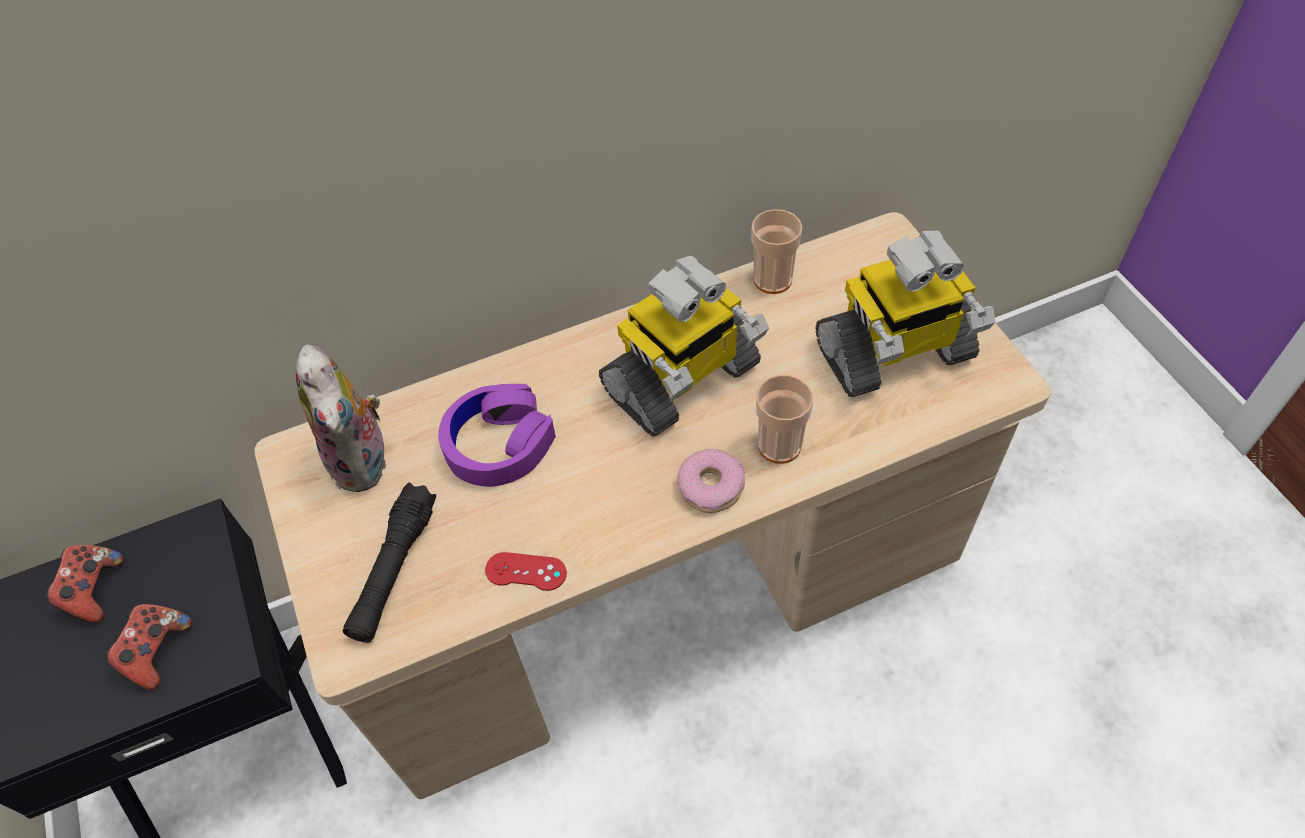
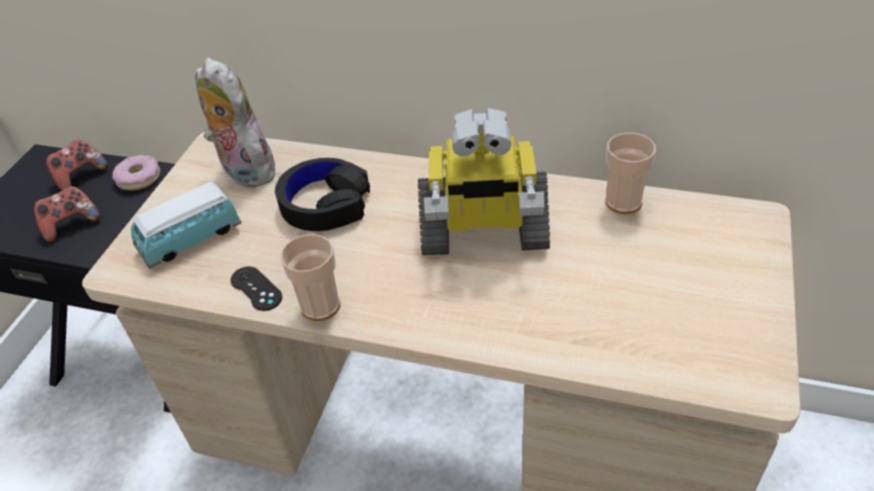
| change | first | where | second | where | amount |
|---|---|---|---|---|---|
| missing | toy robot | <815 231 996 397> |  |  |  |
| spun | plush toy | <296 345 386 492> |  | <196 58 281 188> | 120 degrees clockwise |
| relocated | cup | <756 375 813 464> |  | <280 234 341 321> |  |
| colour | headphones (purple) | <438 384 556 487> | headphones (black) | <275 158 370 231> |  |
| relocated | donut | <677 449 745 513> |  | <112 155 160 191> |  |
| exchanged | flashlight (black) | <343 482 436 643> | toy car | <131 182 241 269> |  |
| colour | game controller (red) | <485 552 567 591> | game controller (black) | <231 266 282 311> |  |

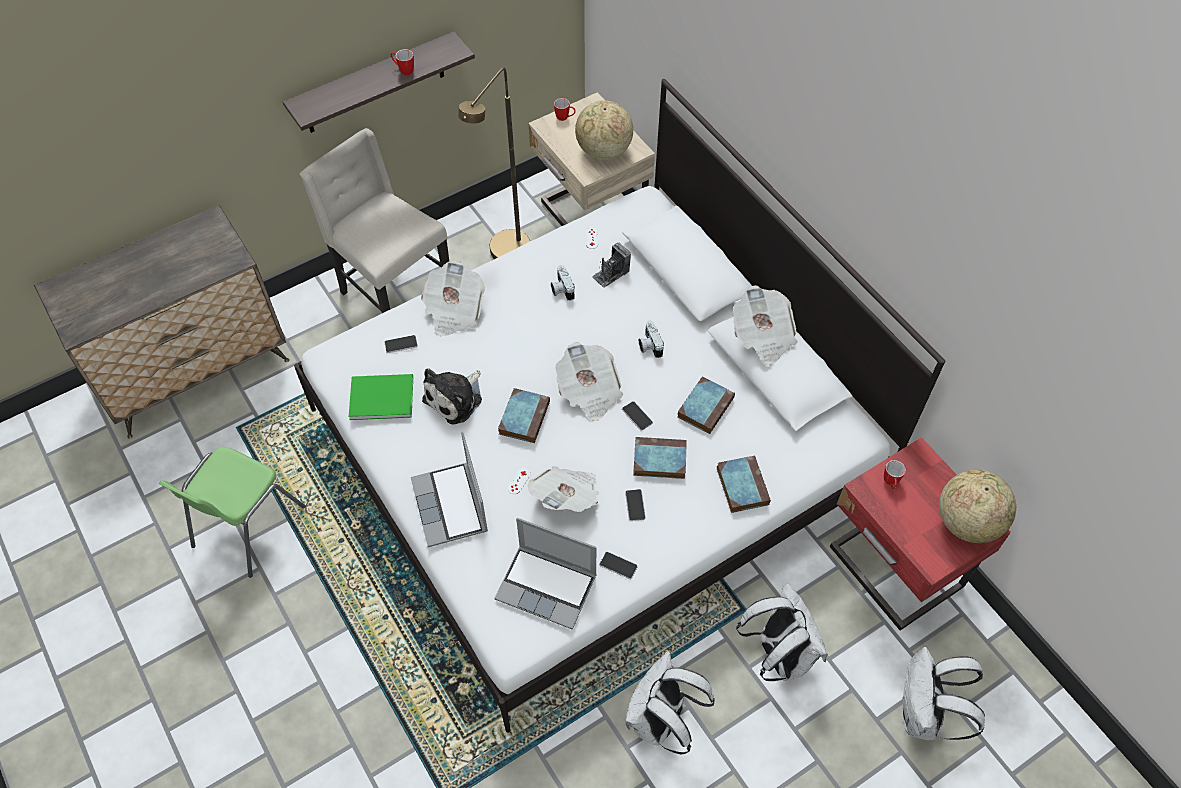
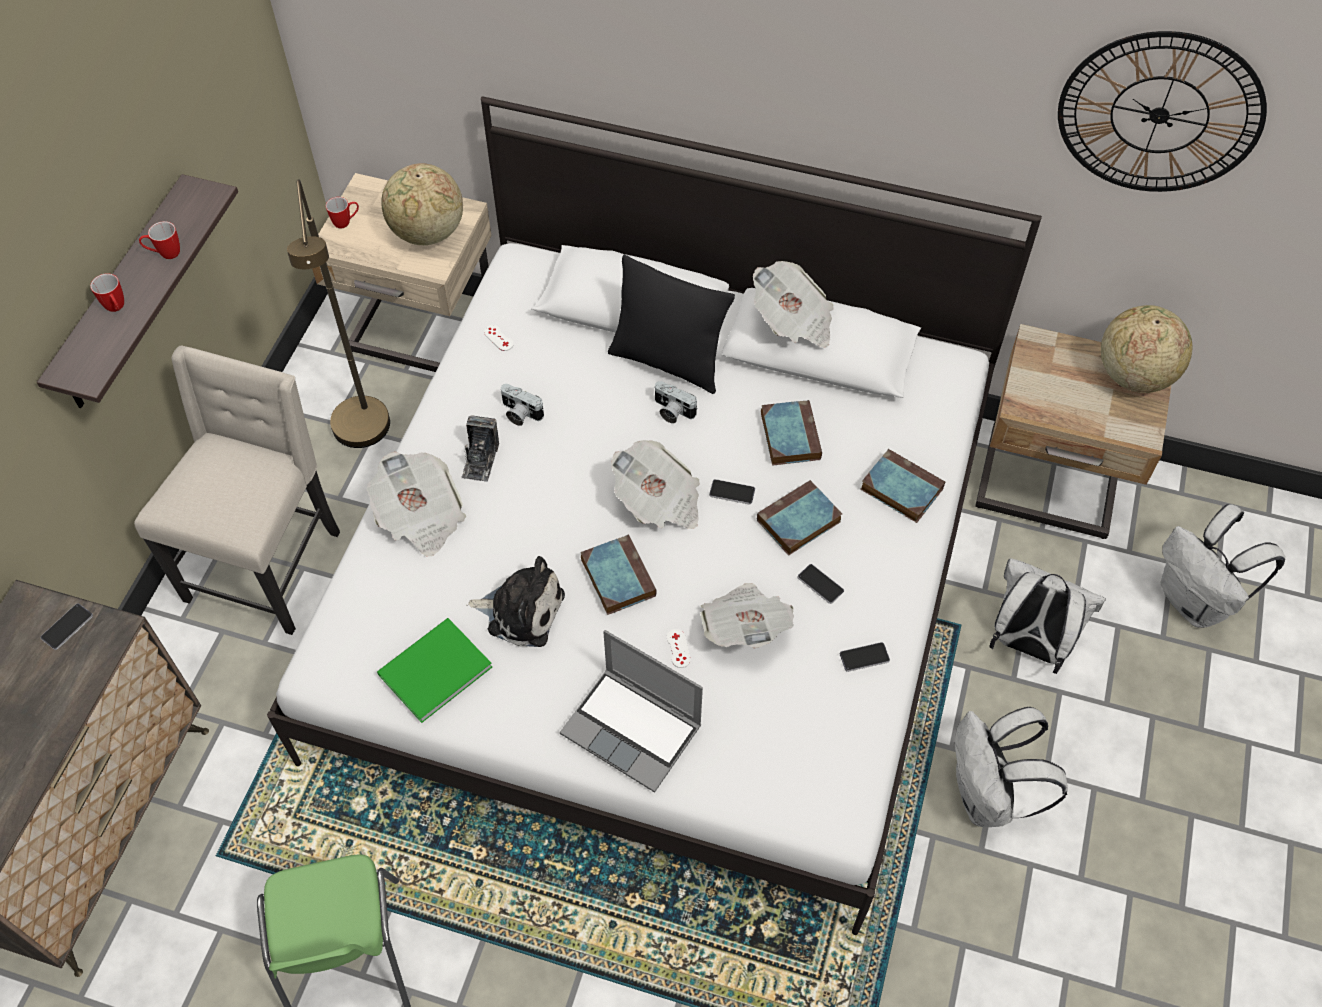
| change | first | where | second | where | amount |
|---|---|---|---|---|---|
| spun | chair (beige) | <300 128 449 313> |  | <134 345 340 635> | 105 degrees clockwise |
| relocated | photo camera | <592 243 631 288> |  | <461 415 499 482> |  |
| relocated | phone | <385 335 418 353> |  | <41 604 93 650> |  |
| spun | plush toy | <422 368 482 425> |  | <467 556 565 647> | 75 degrees counterclockwise |
| colour | nightstand (red) | <830 437 1011 631> | nightstand (beige) | <975 324 1171 539> |  |
| relocated | mug | <884 460 906 489> |  | <90 273 124 312> |  |
| missing | laptop | <494 518 597 630> |  |  |  |
| appeared |  |  | wall clock | <1058 31 1267 192> |  |
| appeared |  |  | pillow (black) | <608 255 735 394> |  |

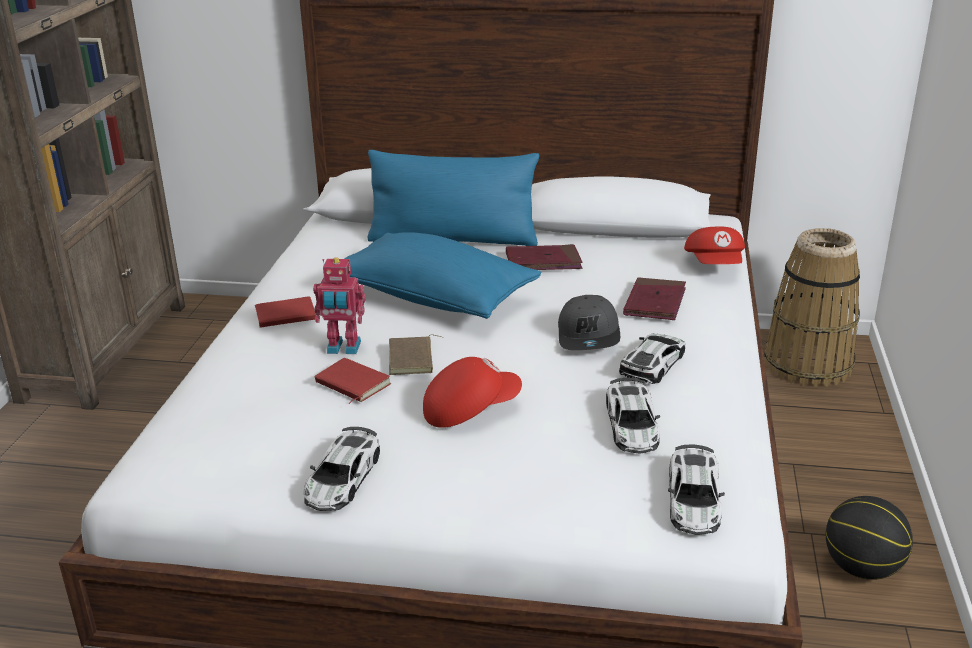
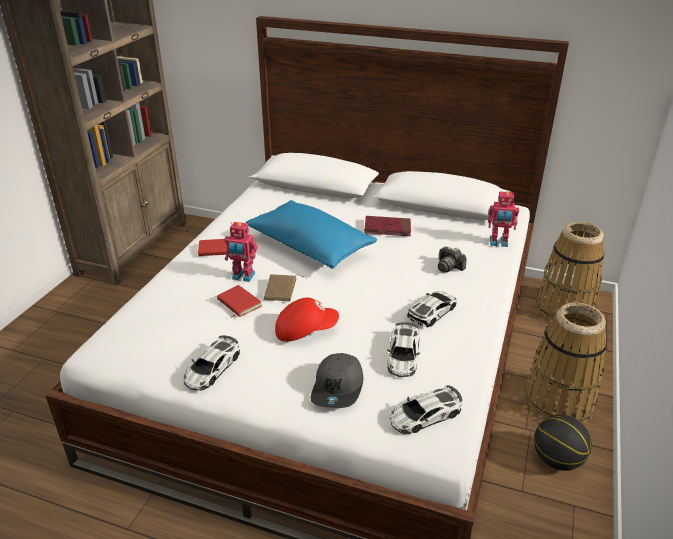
| change | first | where | second | where | amount |
|---|---|---|---|---|---|
| missing | pillow (blue) | <367 150 539 246> |  |  |  |
| exchanged | cap (red) | <684 226 745 264> | toy robot | <488 191 519 247> |  |
| exchanged | book (red) | <623 277 686 320> | photo camera | <438 246 467 273> |  |
| relocated | cap (grey) | <558 295 620 350> |  | <310 353 363 408> |  |
| spun | toy car | <668 444 725 535> |  | <390 385 462 434> | 45 degrees clockwise |
| appeared |  |  | basket | <524 302 607 424> |  |

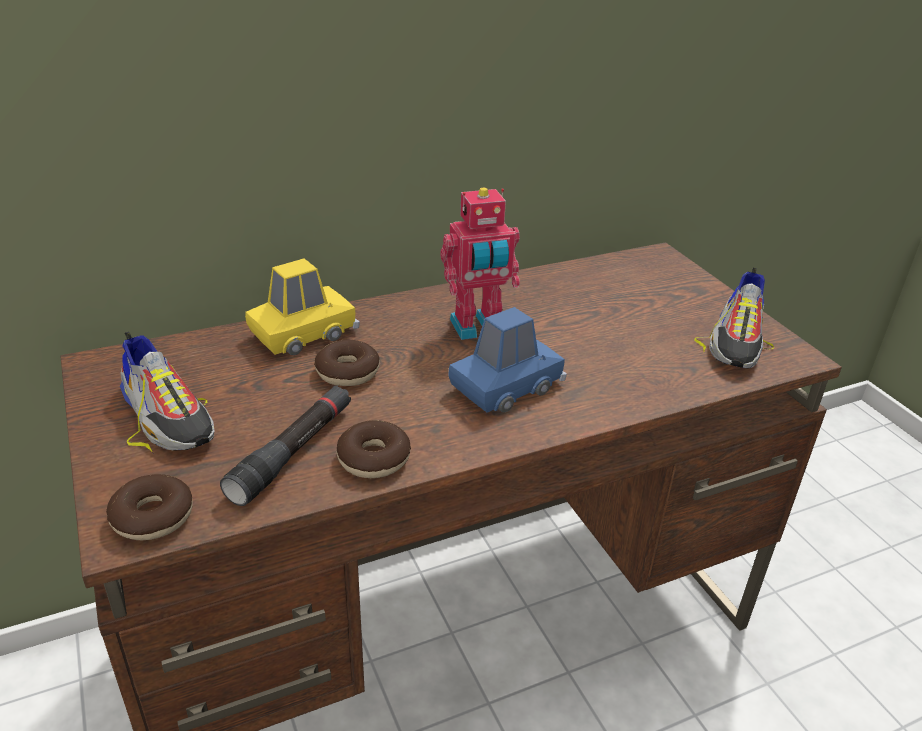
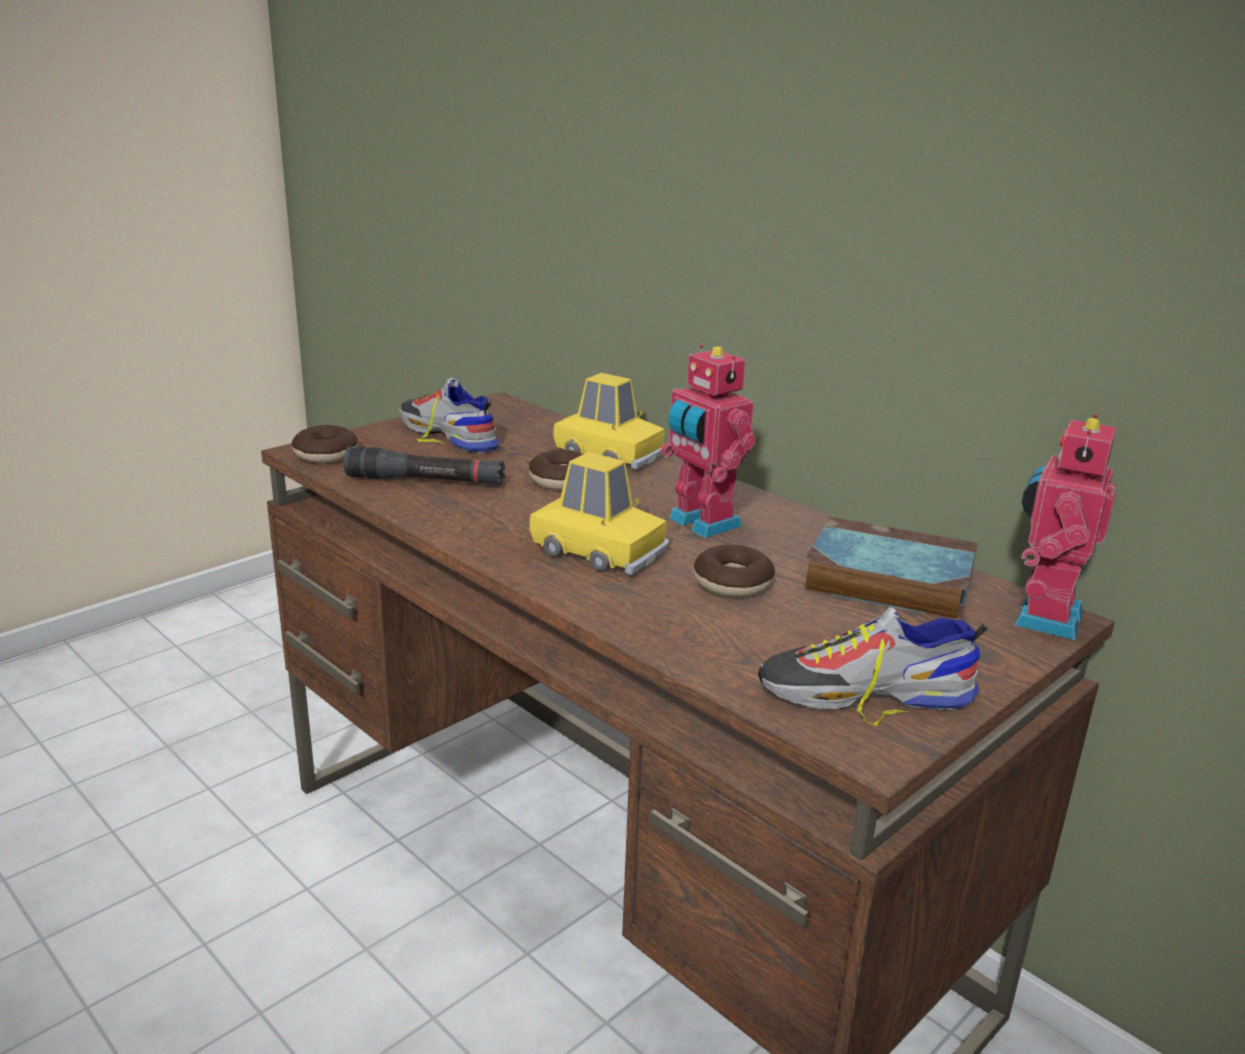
| change | first | where | second | where | amount |
|---|---|---|---|---|---|
| colour | toy car (blue) | <449 307 567 413> | toy car (yellow) | <530 452 669 575> |  |
| spun | shoe | <120 331 214 451> |  | <399 378 500 453> | 105 degrees clockwise |
| relocated | donut | <337 420 411 478> |  | <693 545 775 597> |  |
| appeared |  |  | toy robot | <1015 414 1116 640> |  |
| appeared |  |  | book | <802 517 977 620> |  |

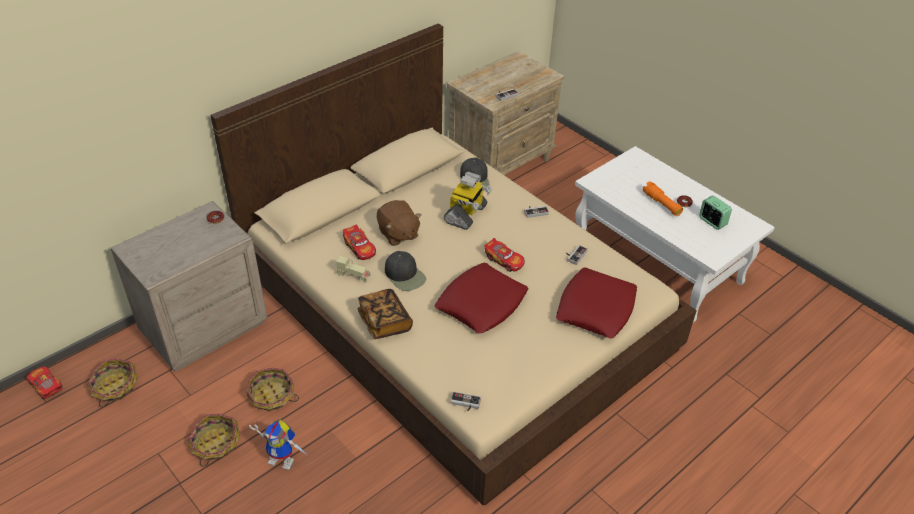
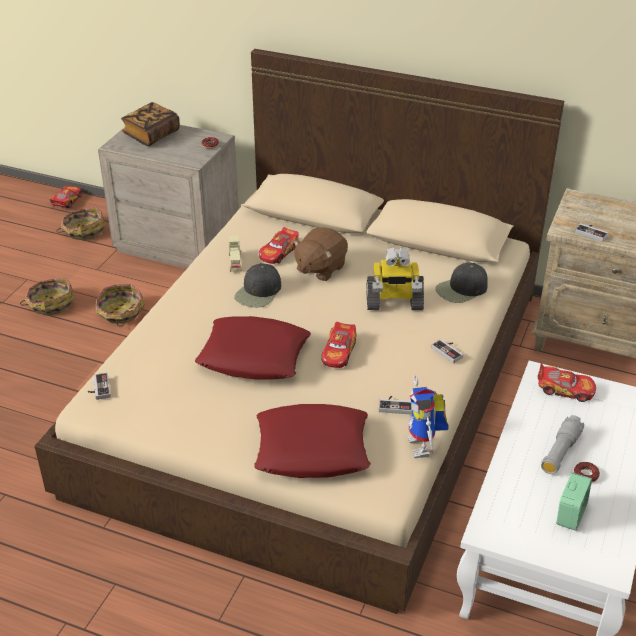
| change | first | where | second | where | amount |
|---|---|---|---|---|---|
| colour | flashlight (orange) | <643 181 683 216> | flashlight (grey) | <541 415 584 474> |  |
| relocated | book | <357 289 413 339> |  | <121 102 180 146> |  |
| relocated | toy robot | <249 419 307 470> |  | <408 375 449 458> |  |
| appeared |  |  | toy car | <537 364 596 402> |  |

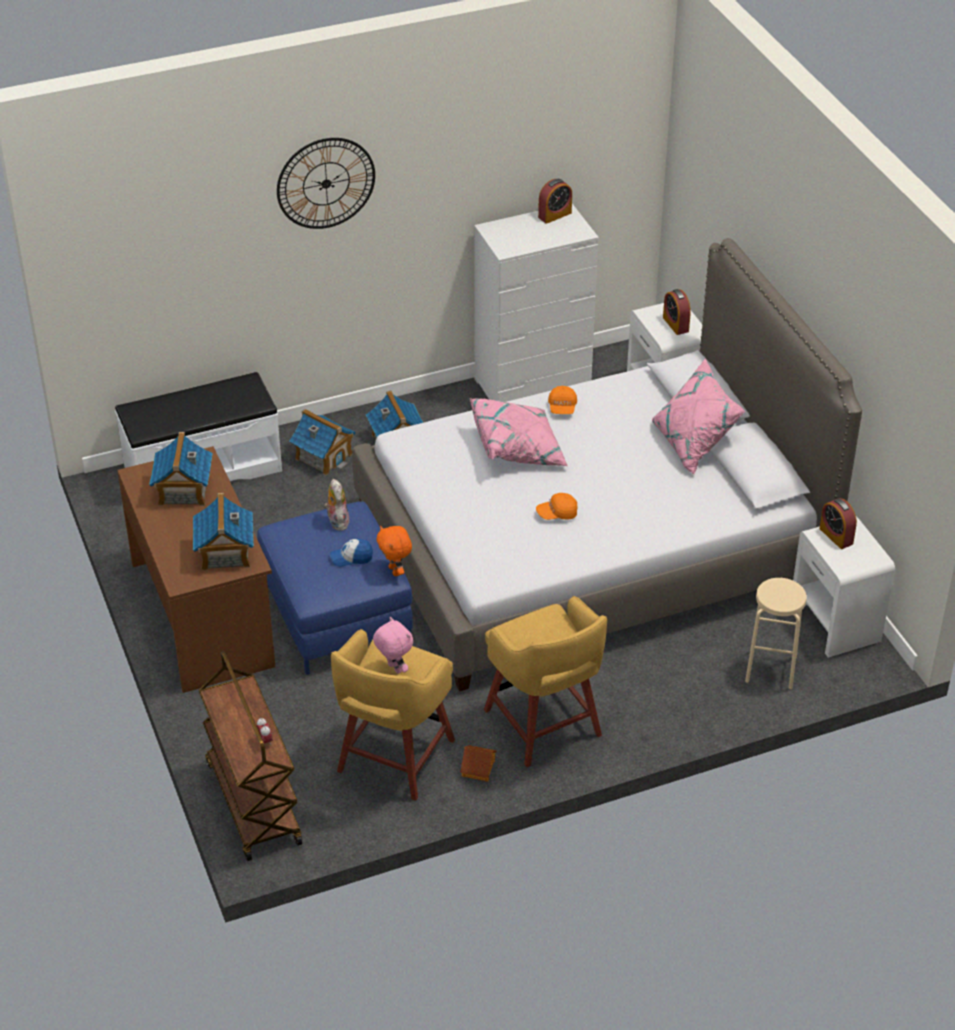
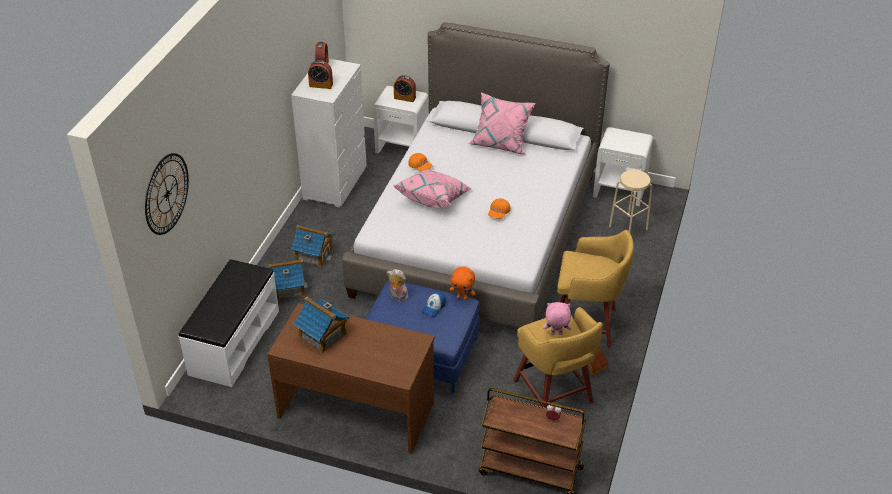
| change | first | where | second | where | amount |
|---|---|---|---|---|---|
| relocated | wall clock | <277 138 375 229> |  | <145 153 189 235> |  |
| missing | toy house | <193 493 254 570> |  |  |  |
| relocated | alarm clock | <819 498 857 549> |  | <308 60 333 89> |  |

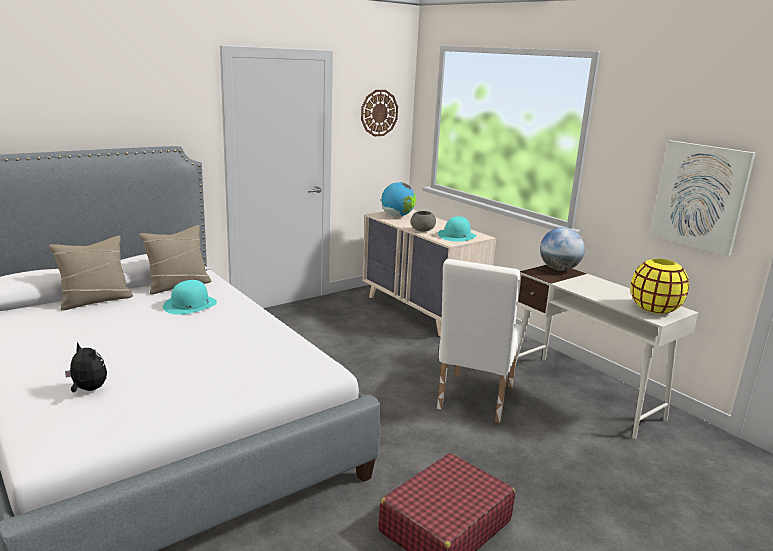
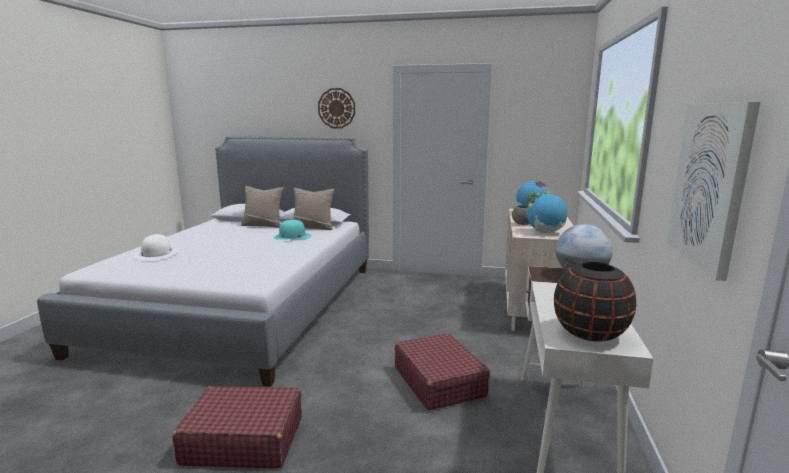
| change | first | where | second | where | amount |
|---|---|---|---|---|---|
| relocated | wall clock | <361 90 398 136> |  | <318 88 355 128> |  |
| exchanged | hat (turquoise) | <438 216 477 242> | globe | <526 193 568 233> |  |
| exchanged | chair (white) | <436 259 522 423> | suitcase (red) | <395 333 490 410> |  |
| colour | vase (yellow) | <631 259 689 314> | vase (black) | <554 262 636 342> |  |
| exchanged | plush toy | <65 342 107 392> | hat (white) | <134 234 179 261> |  |

